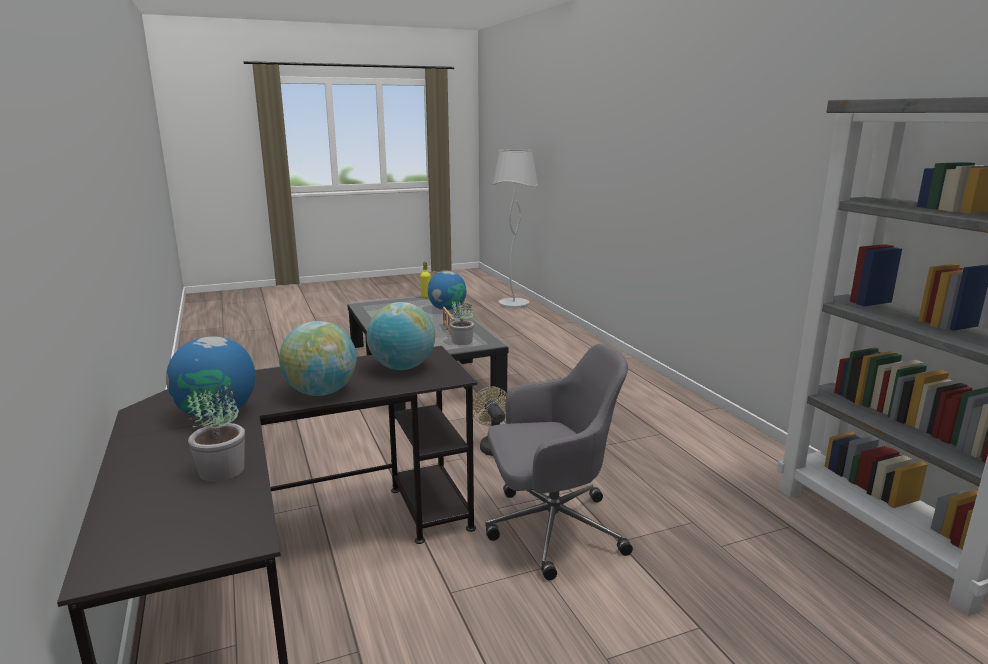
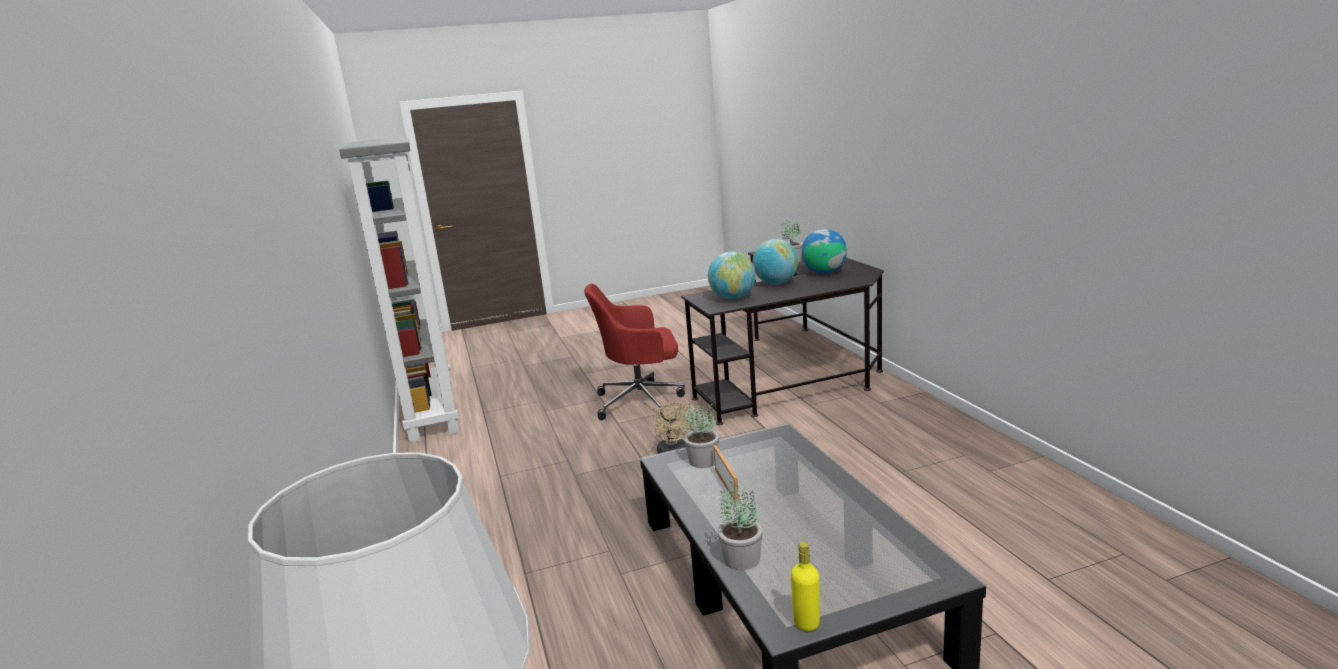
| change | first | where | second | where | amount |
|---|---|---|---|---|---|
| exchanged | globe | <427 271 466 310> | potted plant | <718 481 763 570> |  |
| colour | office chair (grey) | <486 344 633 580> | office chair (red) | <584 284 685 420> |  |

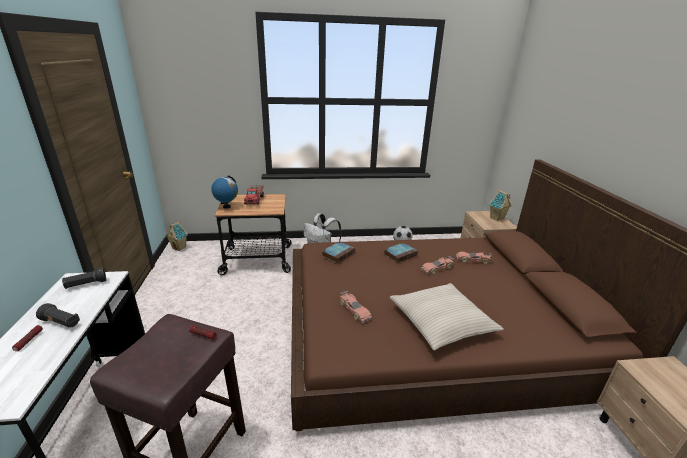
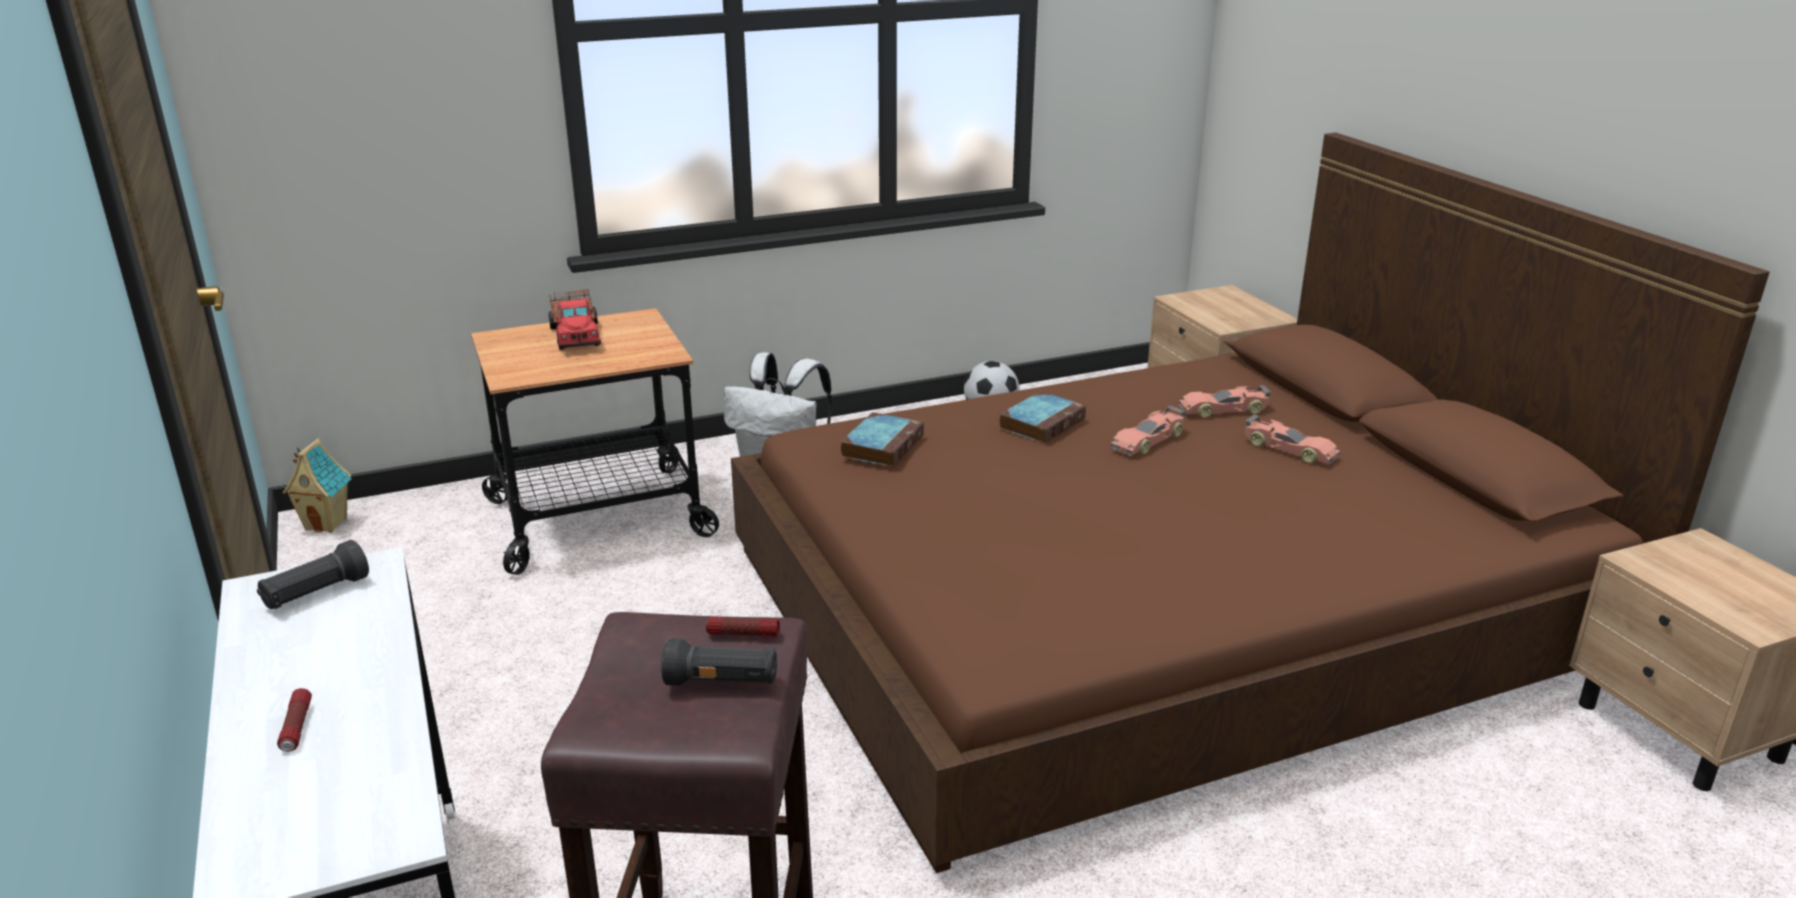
| change | first | where | second | where | amount |
|---|---|---|---|---|---|
| missing | globe | <211 175 238 209> |  |  |  |
| missing | toy house | <489 190 511 221> |  |  |  |
| missing | pillow (beige) | <390 283 504 350> |  |  |  |
| relocated | toy car | <340 291 372 323> |  | <1245 414 1340 465> |  |
| relocated | flashlight (black) | <36 303 80 328> |  | <661 638 777 686> |  |

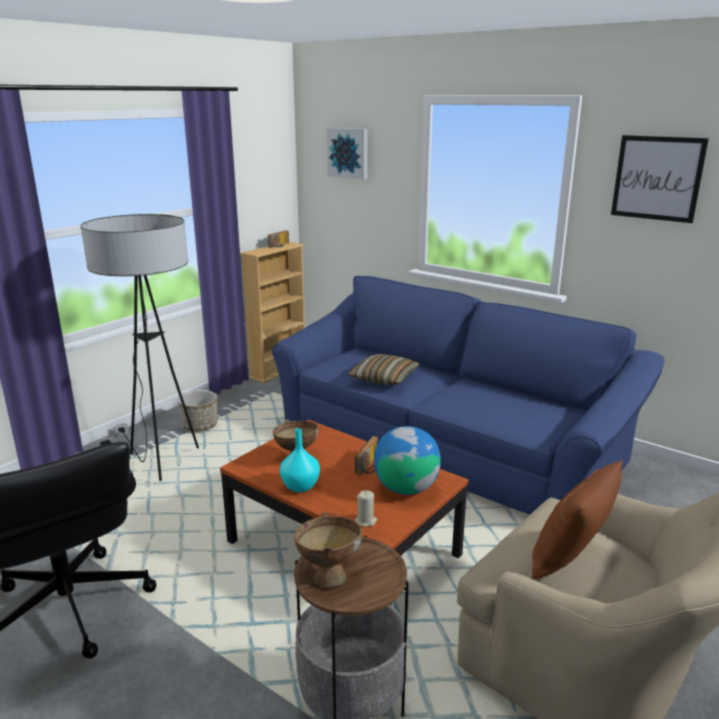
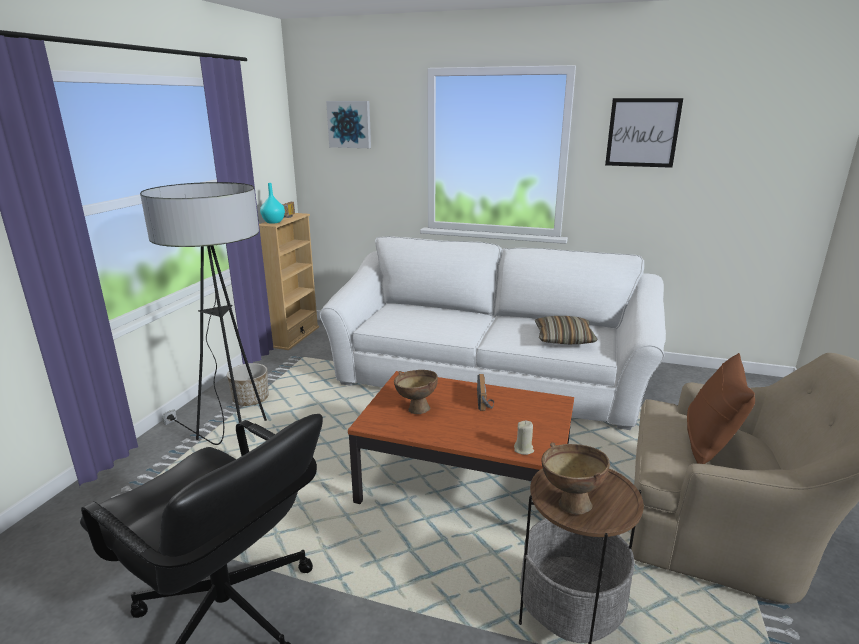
| change | first | where | second | where | amount |
|---|---|---|---|---|---|
| colour | sofa (blue) | <272 276 664 515> | sofa (white) | <320 236 666 430> |  |
| relocated | pillow | <348 354 420 385> |  | <534 316 597 344> |  |
| missing | globe | <374 426 441 495> |  |  |  |
| relocated | vase (turquoise) | <280 428 320 492> |  | <260 183 285 224> |  |

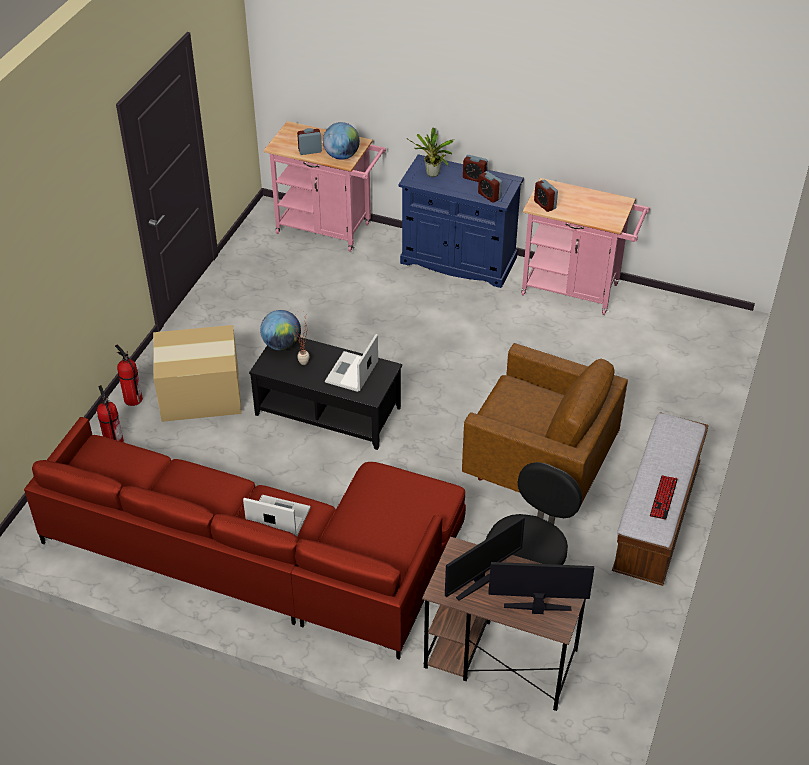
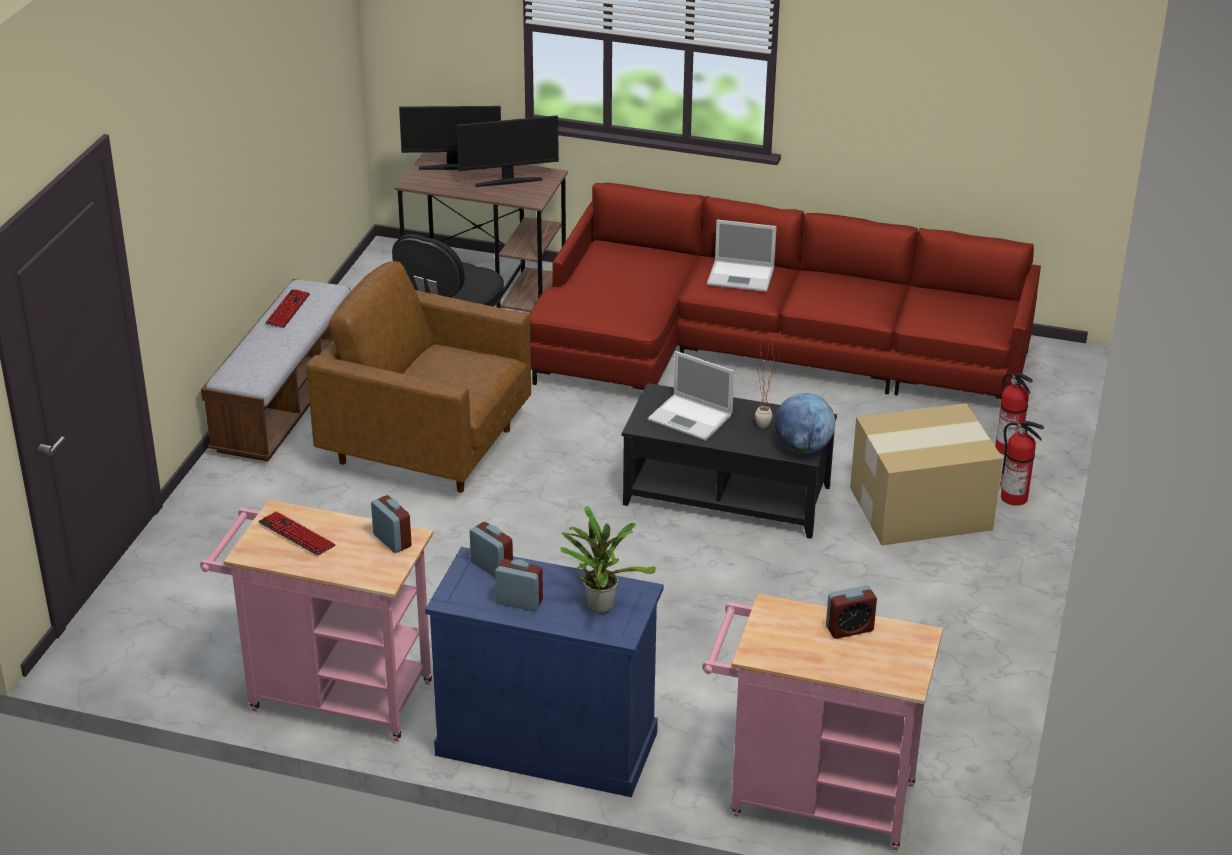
| change | first | where | second | where | amount |
|---|---|---|---|---|---|
| missing | globe | <323 122 360 160> |  |  |  |
| spun | laptop | <325 334 378 392> |  | <647 351 734 441> | 105 degrees clockwise |
| spun | monitor | <445 516 525 600> |  | <457 115 559 187> | 150 degrees counterclockwise |
| appeared |  |  | keyboard | <258 511 335 555> |  |

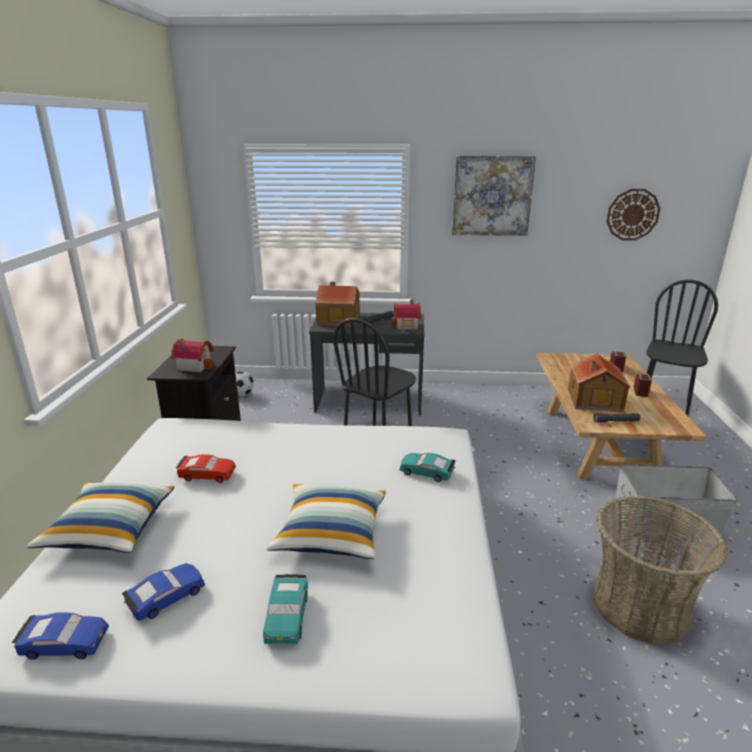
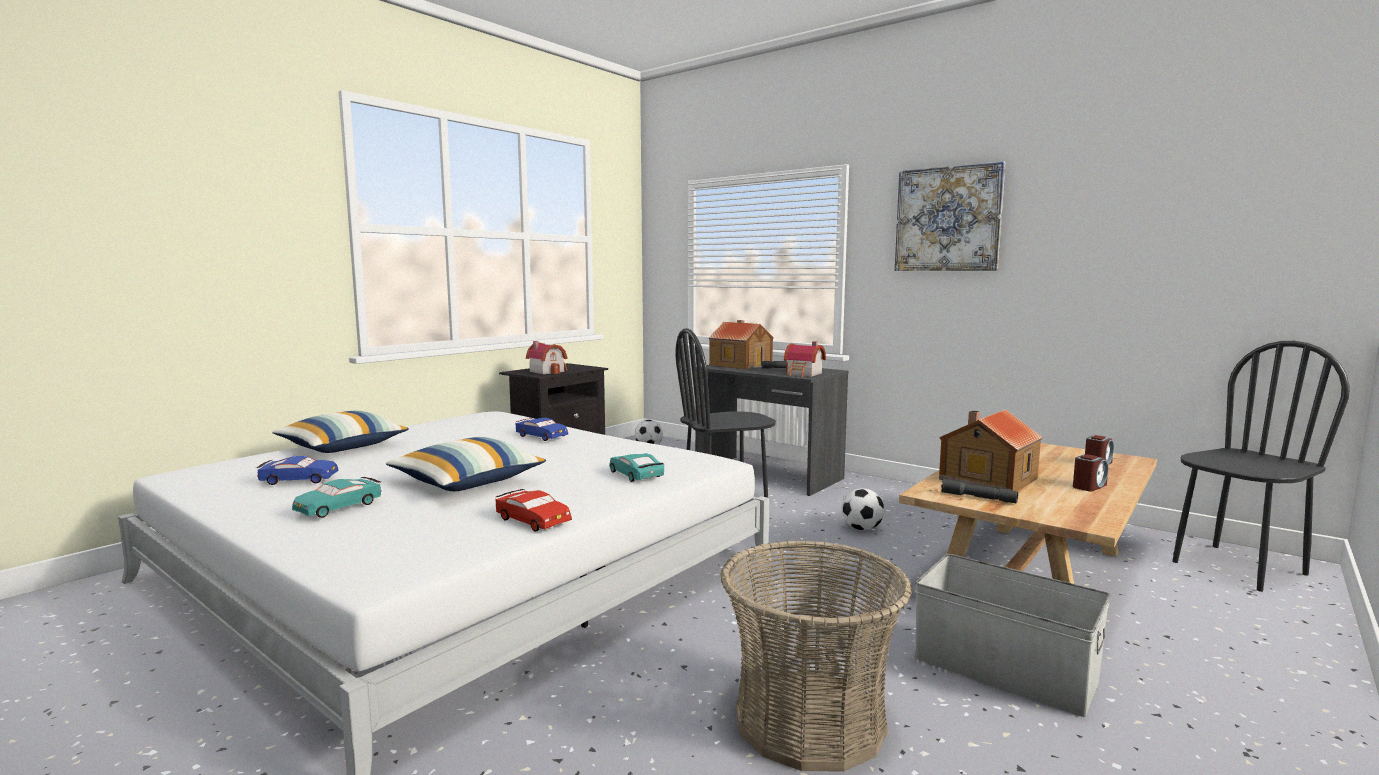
| change | first | where | second | where | amount |
|---|---|---|---|---|---|
| missing | wall clock | <606 189 660 241> |  |  |  |
| relocated | toy car (red) | <176 454 236 483> |  | <495 489 572 532> |  |
| relocated | toy car (blue) | <12 612 109 660> |  | <515 418 568 441> |  |
| appeared |  |  | football | <842 488 884 530> |  |

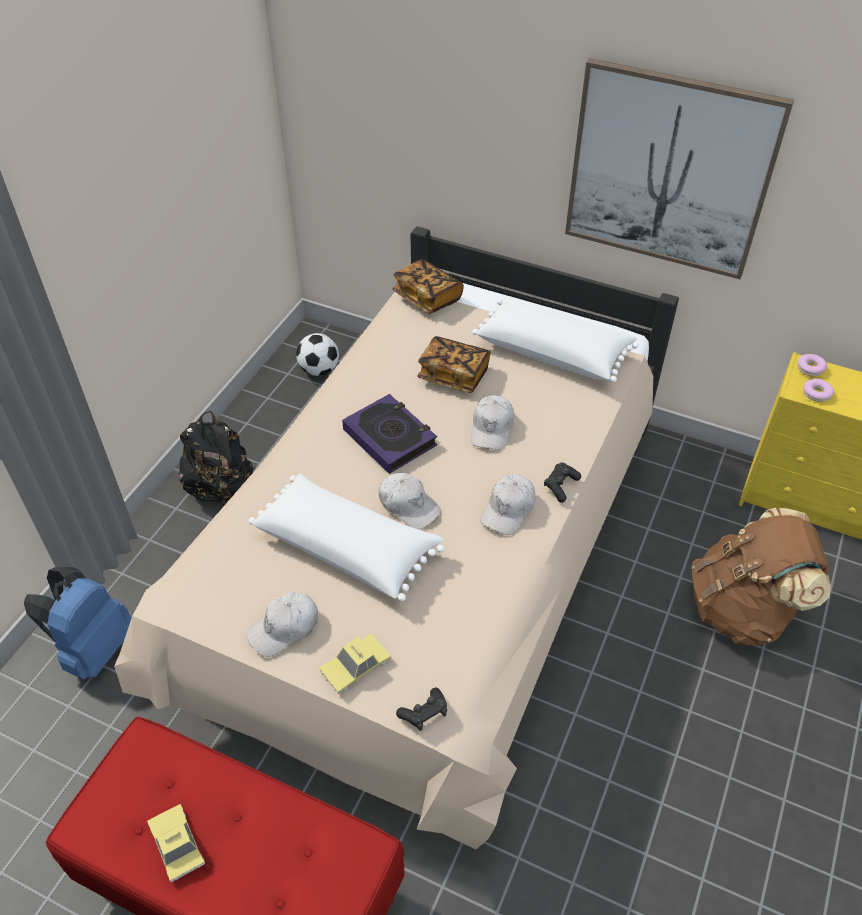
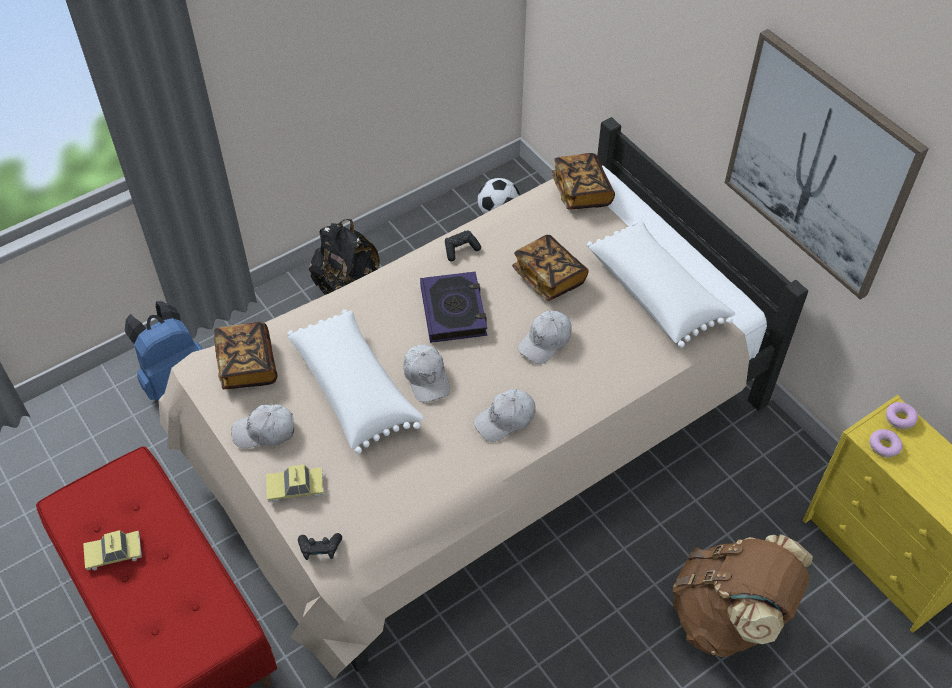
| change | first | where | second | where | amount |
|---|---|---|---|---|---|
| relocated | game controller (black) | <544 463 581 502> |  | <445 231 481 261> |  |
| spun | toy car | <147 804 205 883> |  | <83 530 142 571> | 105 degrees counterclockwise |
| appeared |  |  | book | <214 322 277 389> |  |

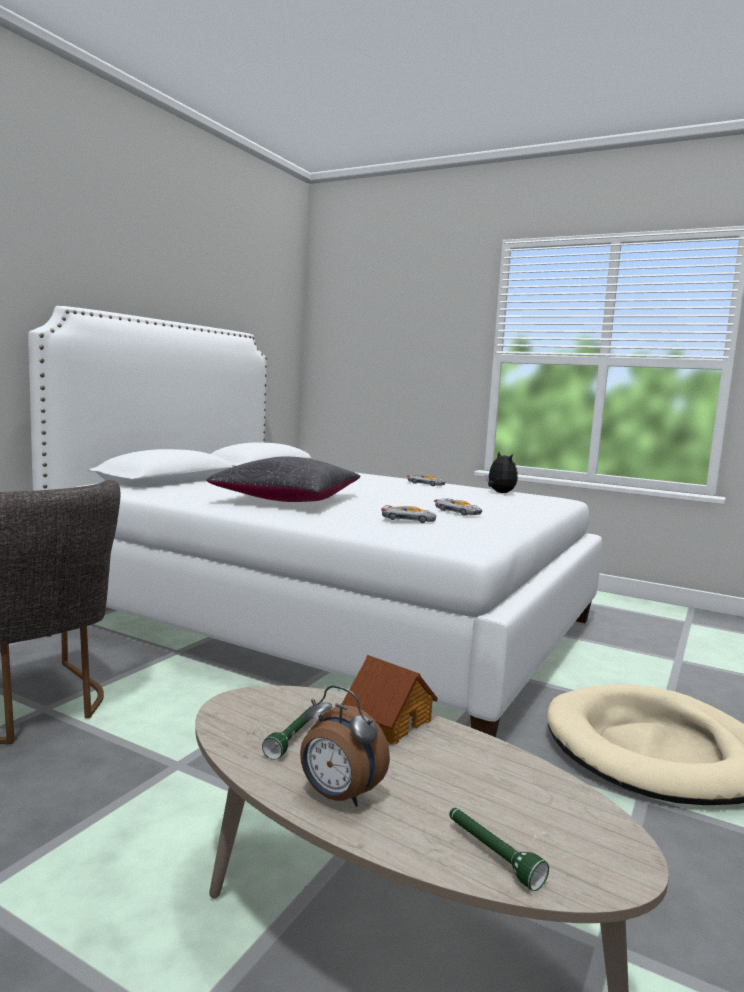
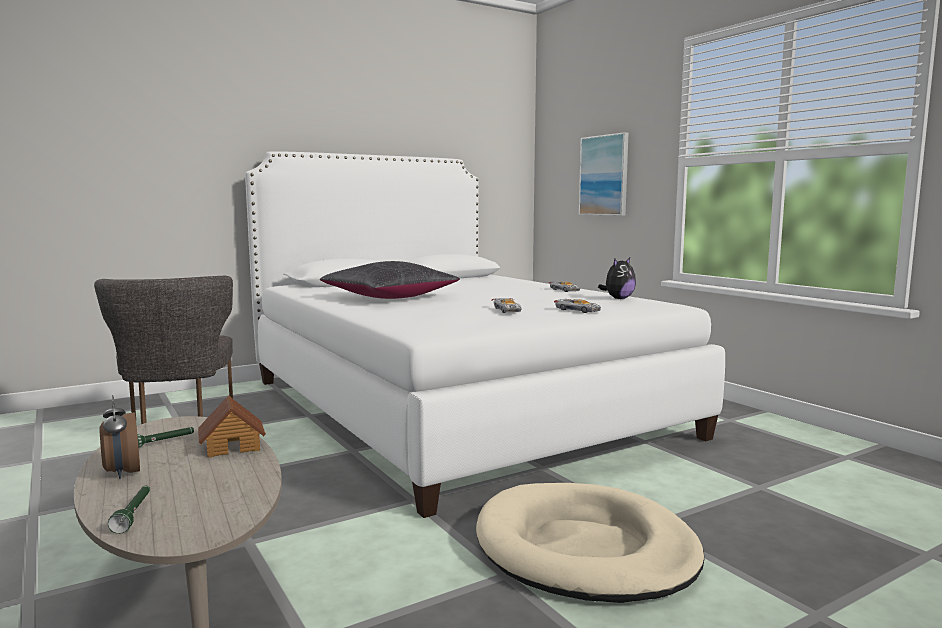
| change | first | where | second | where | amount |
|---|---|---|---|---|---|
| spun | plush toy | <484 452 518 493> |  | <598 258 636 299> | 45 degrees clockwise |
| relocated | toy car | <381 505 436 523> |  | <554 299 601 313> |  |
| appeared |  |  | picture | <579 132 629 216> |  |

